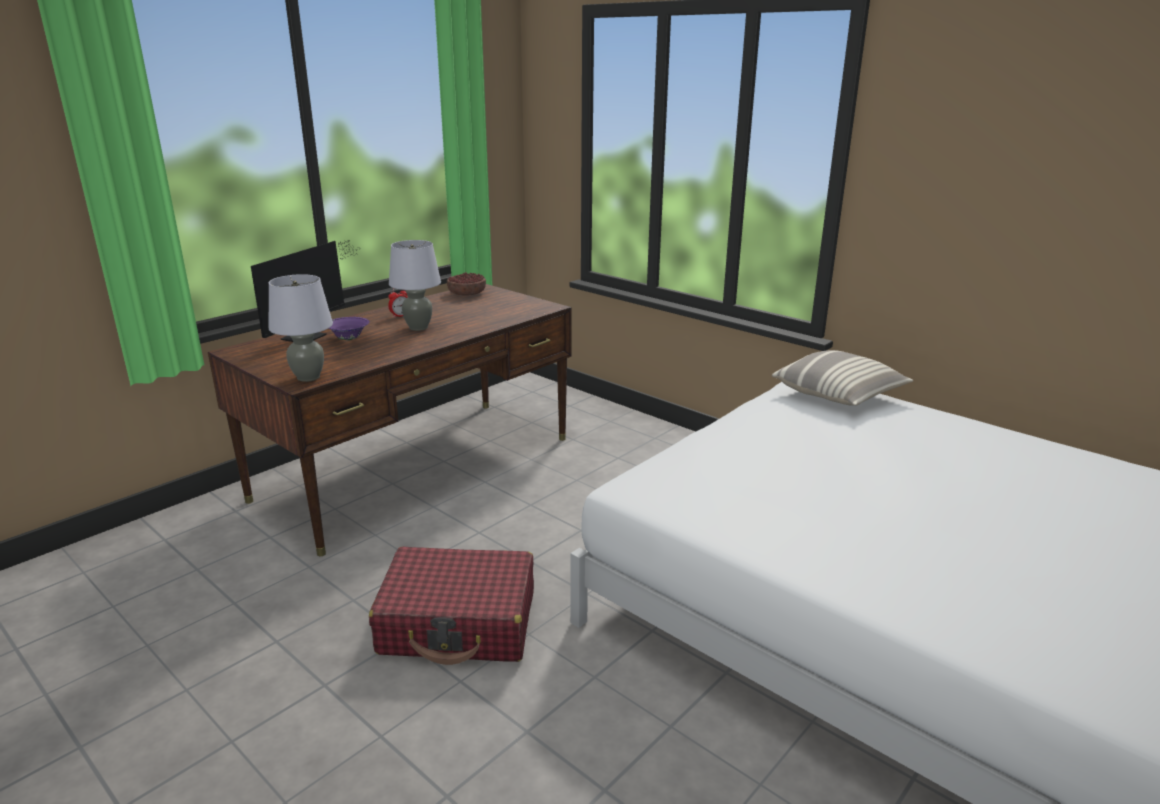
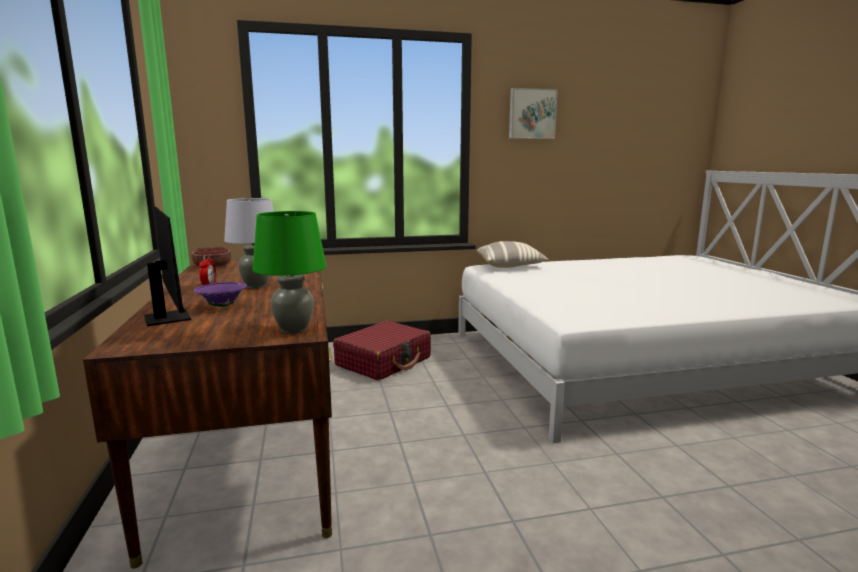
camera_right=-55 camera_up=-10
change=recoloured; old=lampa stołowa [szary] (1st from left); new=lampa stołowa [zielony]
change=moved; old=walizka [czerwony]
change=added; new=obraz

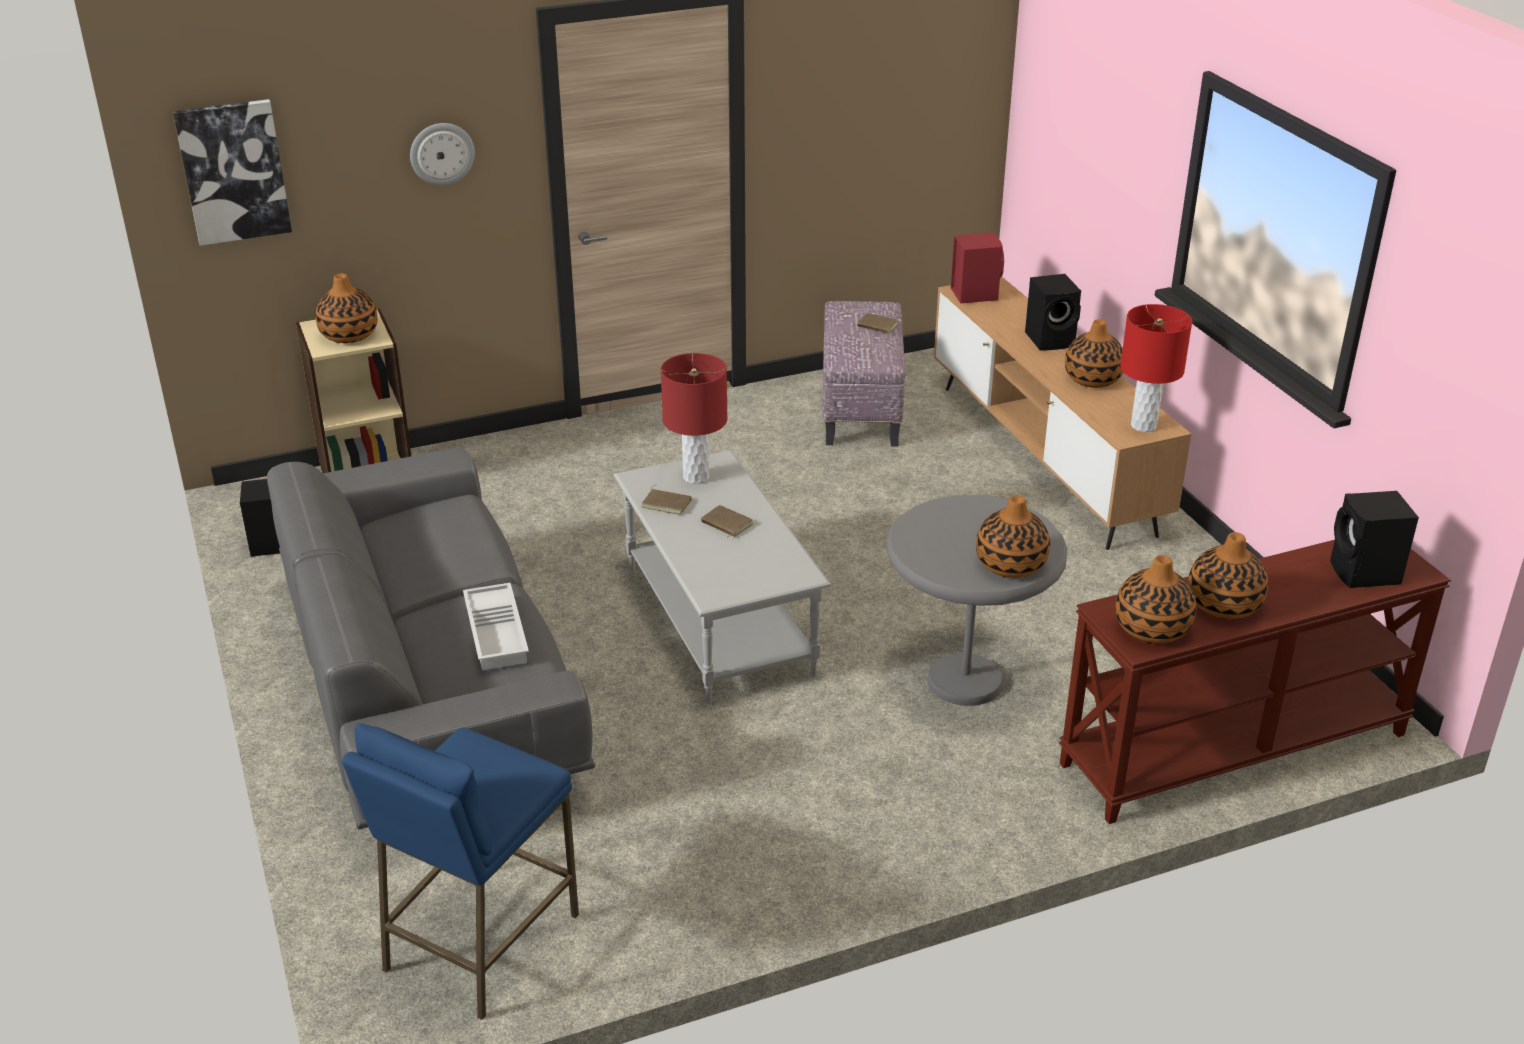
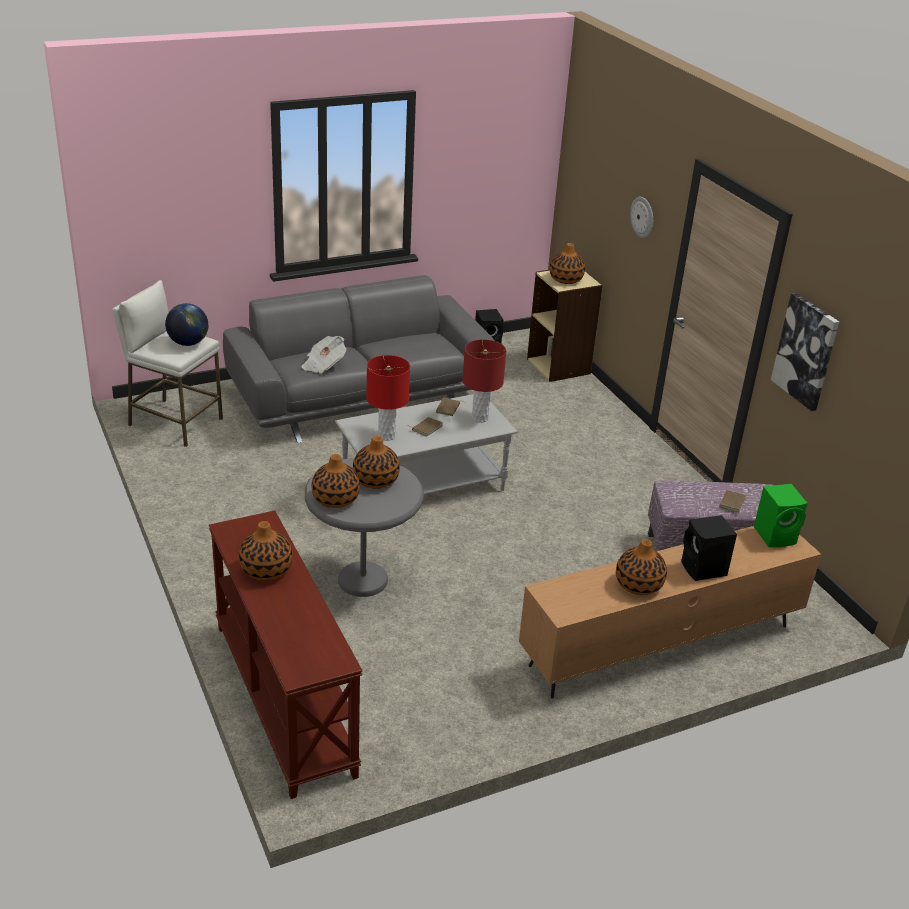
camera_right=85 camera_up=0
change=moved; old=obraz
change=recoloured; old=stołek [niebieski]; new=stołek [biały]
change=replaced; old=taca [biały]; new=gazeta
change=recoloured; old=głośnik [czerwony]; new=głośnik [zielony]
change=moved; old=wazon (4th from left in the first image); new=wazon (3rd from left)
change=moved; old=lampa stołowa [czerwony] (2nd from left in the first image); new=lampa stołowa [czerwony] (1st from left)
change=removed; old=głośnik [czarny] (3rd from left)
change=added; new=globus

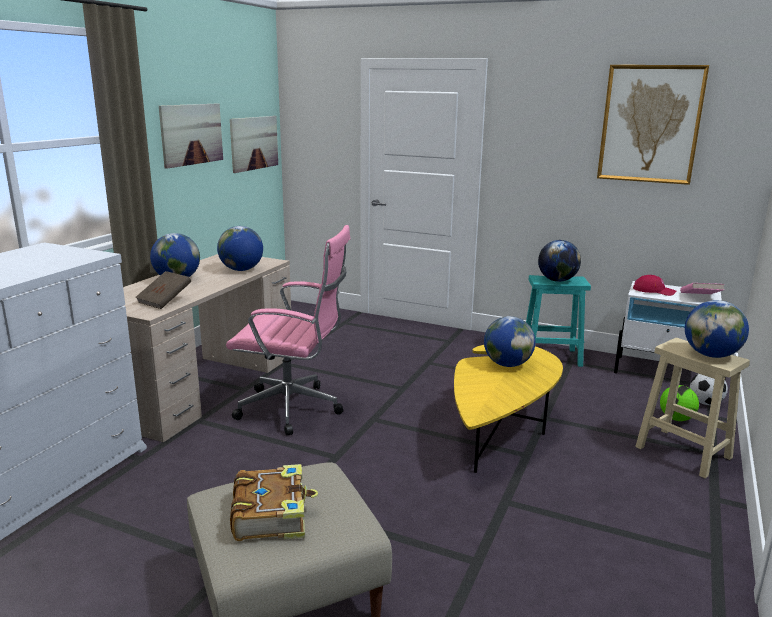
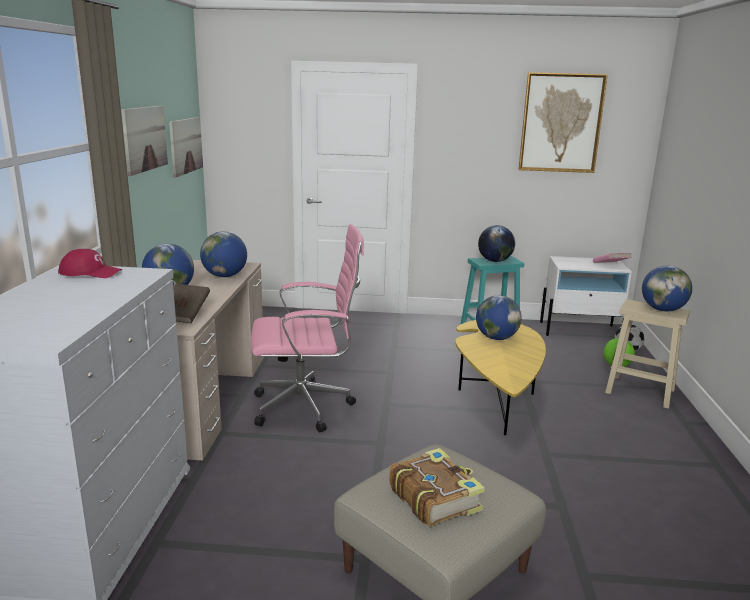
camera_right=-20 camera_up=0
change=moved; old=czapka z daszkiem [czerwony]

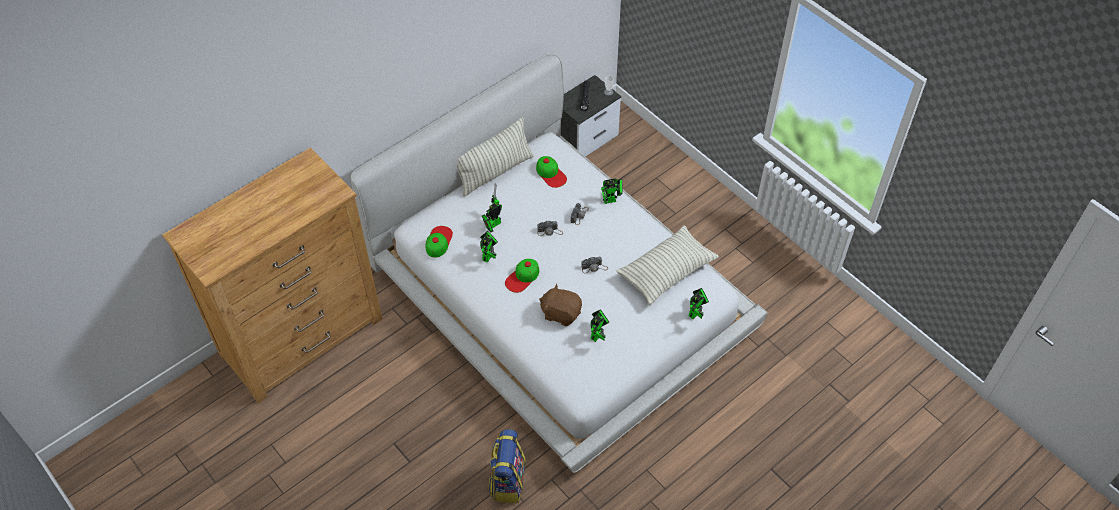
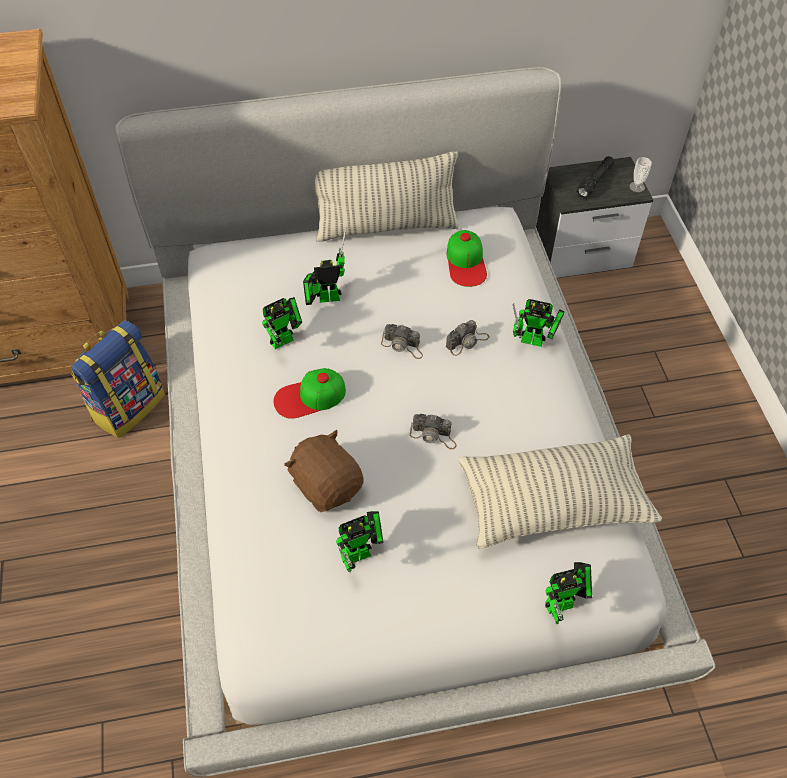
camera_right=30 camera_up=0
change=removed; old=czapka z daszkiem (1st from left)
change=moved; old=plecak

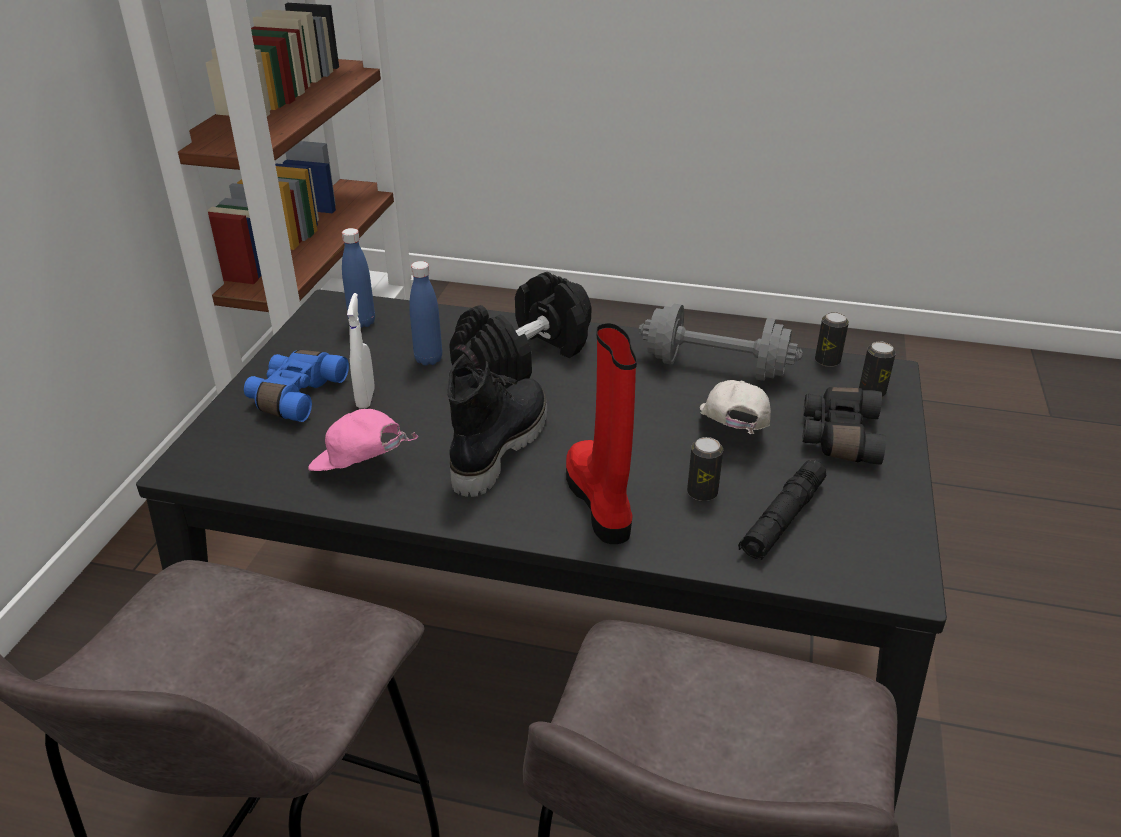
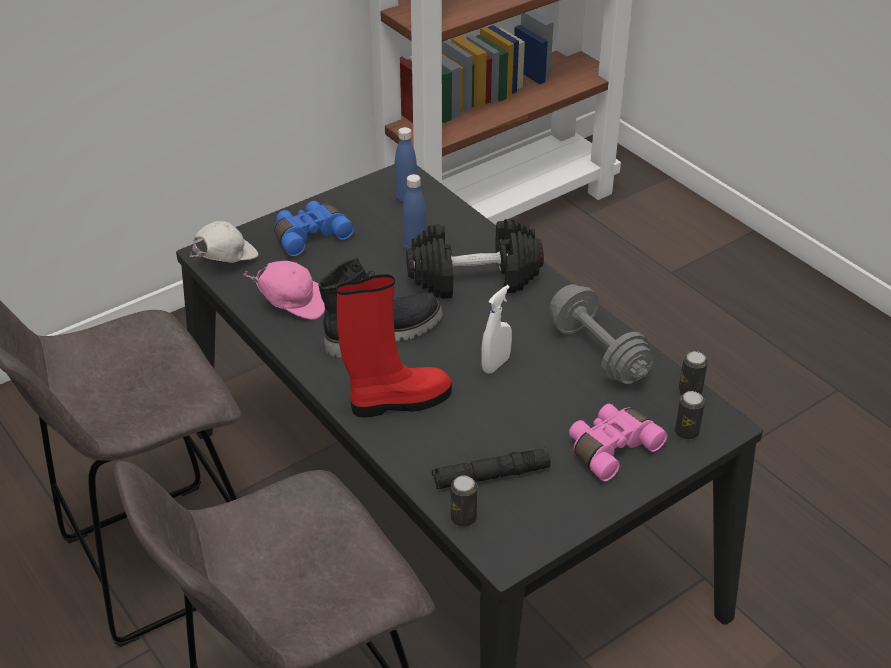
camera_right=40 camera_up=5
change=turned; old=czapka z daszkiem [różowy]; degrees=135
change=moved; old=spryskiwacz [biały]
change=turned; old=but z cholewką [czerwony]; degrees=45
change=moved; old=puszka (1st from left)
change=moved; old=czapka z daszkiem [biały]
change=recoloured; old=lornetka [czarny]; new=lornetka [różowy]

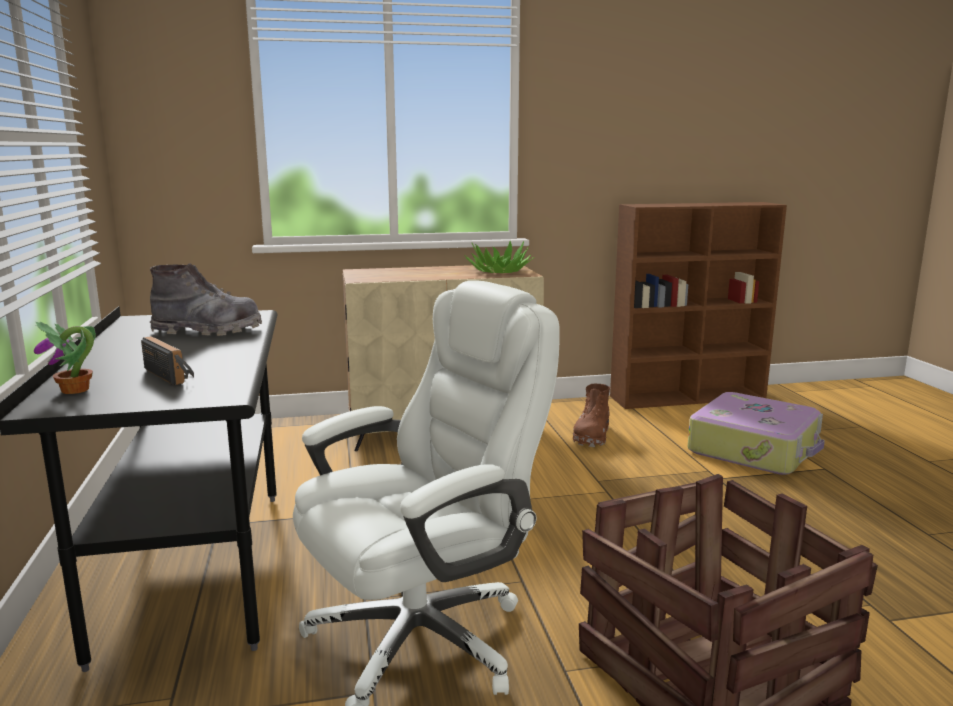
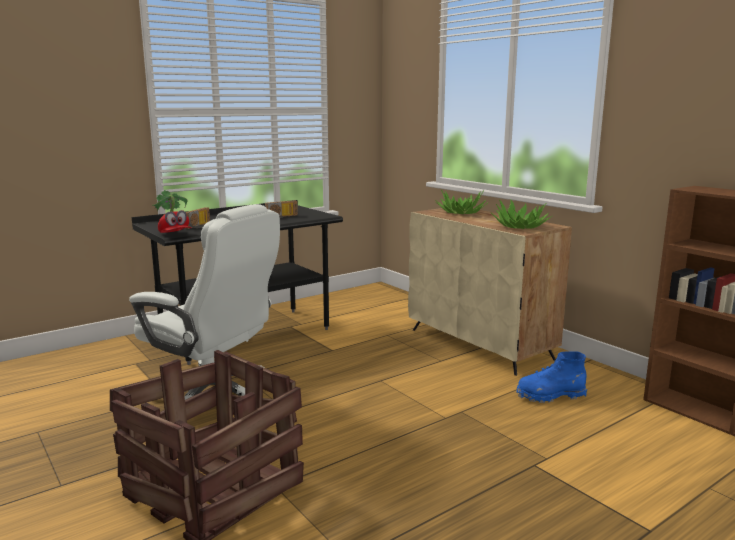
camera_right=65 camera_up=0
change=replaced; old=but z cholewką [szary]; new=radio (2nd from left)
change=recoloured; old=but z cholewką [brązowy]; new=but z cholewką [niebieski]
change=removed; old=walizka
change=added; new=czapka z daszkiem [czerwony]
change=added; new=roślina doniczkowa (2nd from left)

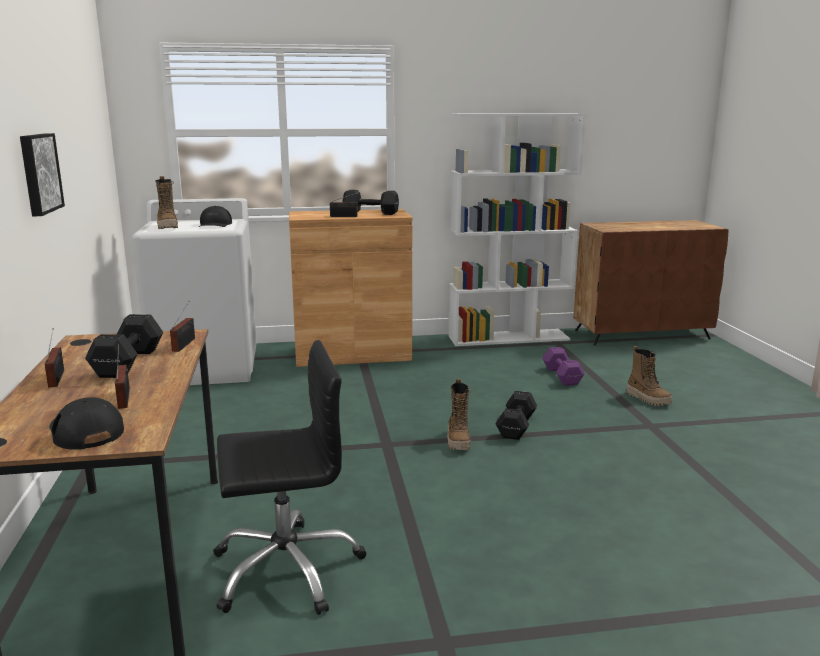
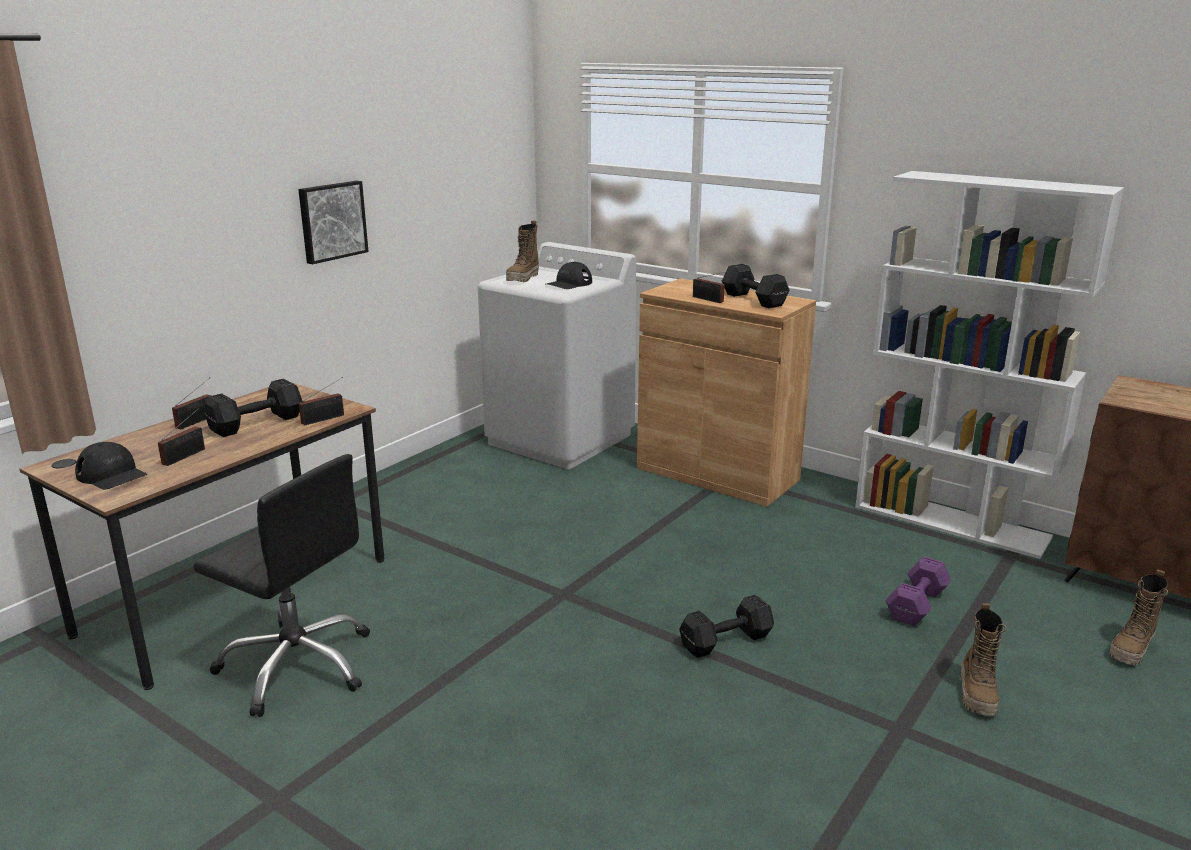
camera_right=45 camera_up=5
change=turned; old=czapka z daszkiem [czarny] (1st from left); degrees=120
change=moved; old=but z cholewką (2nd from left in the first image); new=but z cholewką (3rd from left)

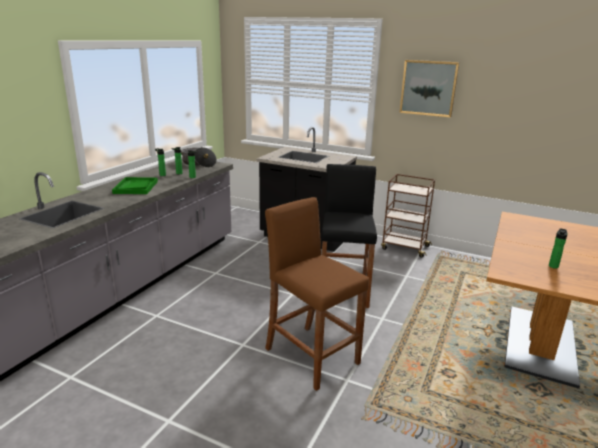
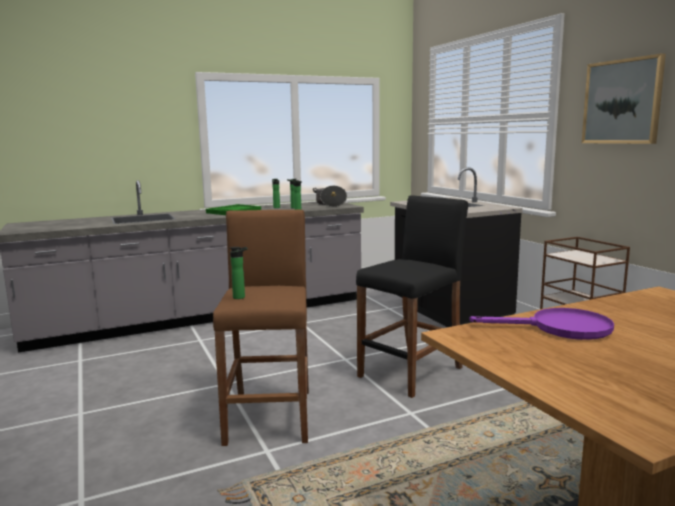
camera_right=40 camera_up=-10
change=moved; old=butelka (4th from left in the first image); new=butelka (1st from left)
change=added; new=patelnia [fioletowy]

